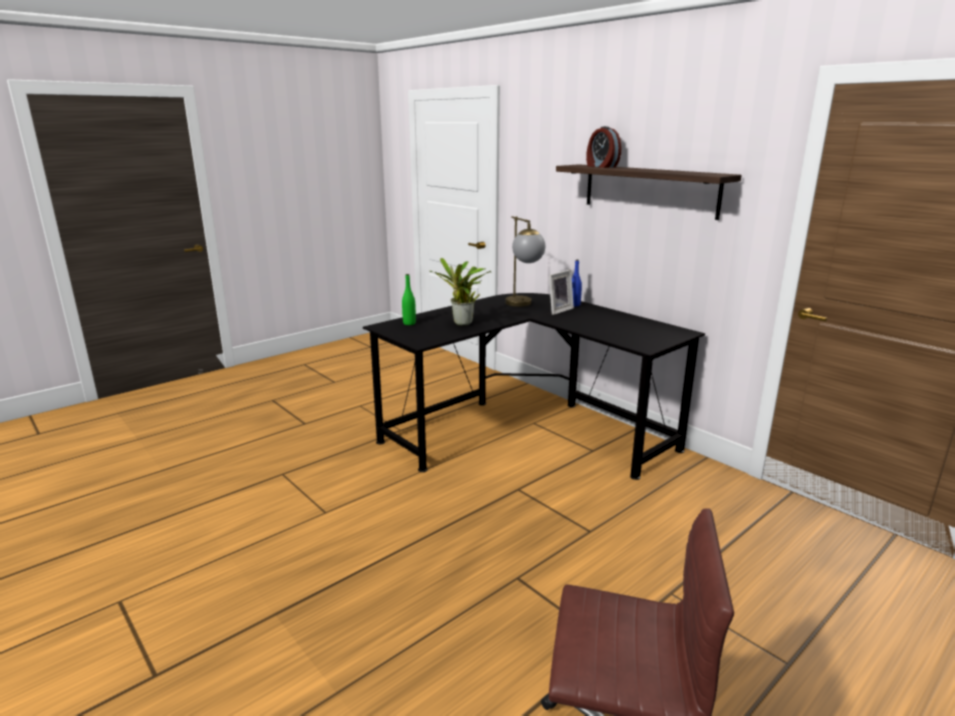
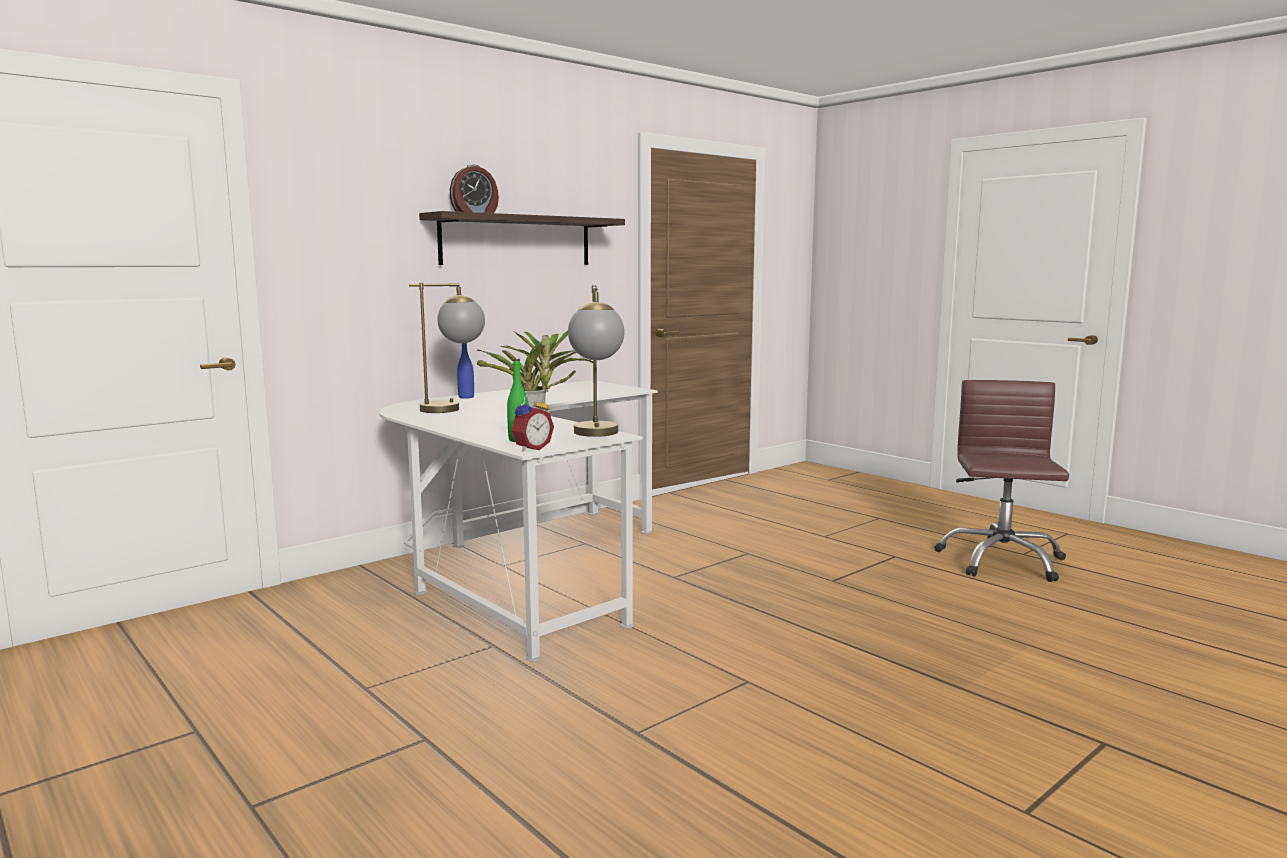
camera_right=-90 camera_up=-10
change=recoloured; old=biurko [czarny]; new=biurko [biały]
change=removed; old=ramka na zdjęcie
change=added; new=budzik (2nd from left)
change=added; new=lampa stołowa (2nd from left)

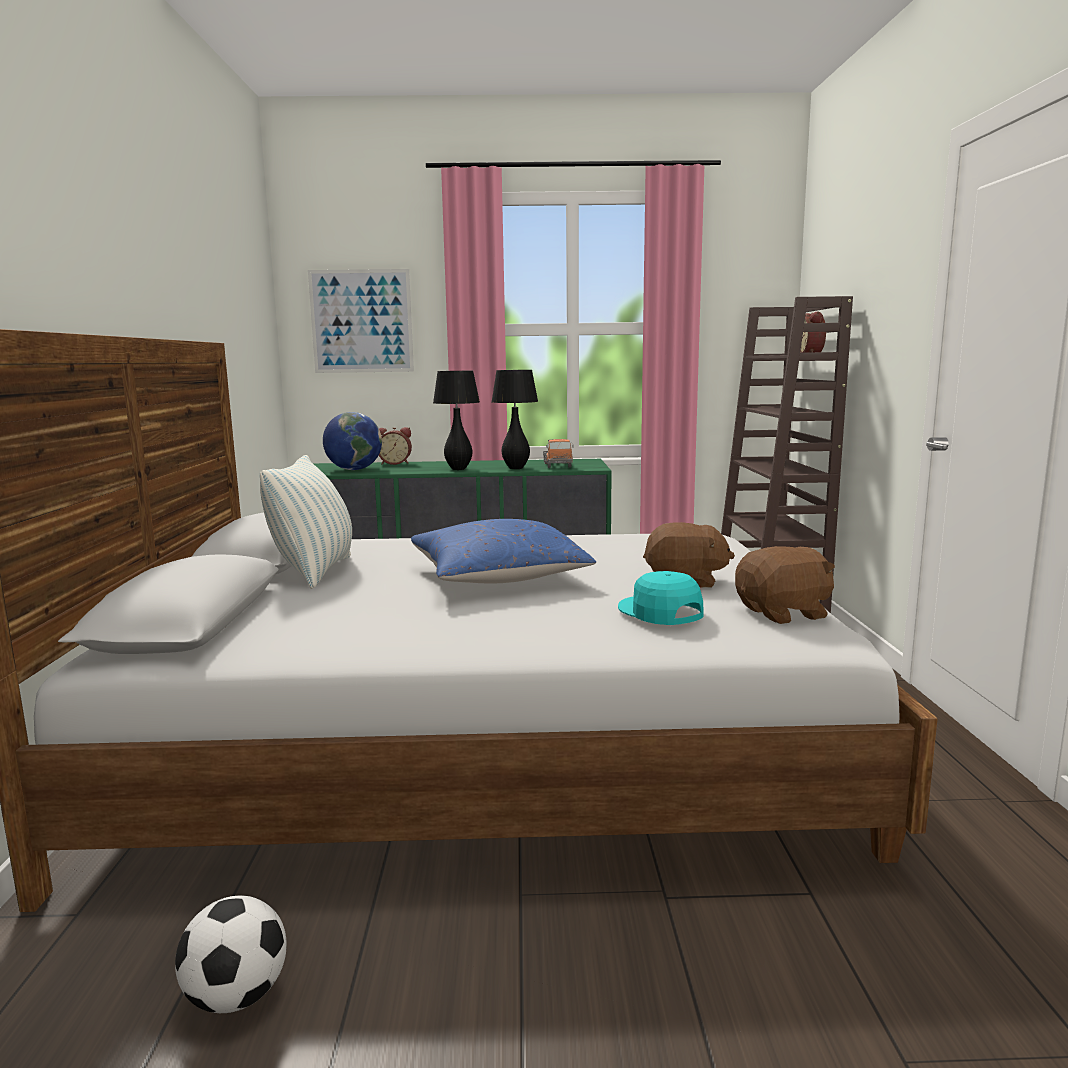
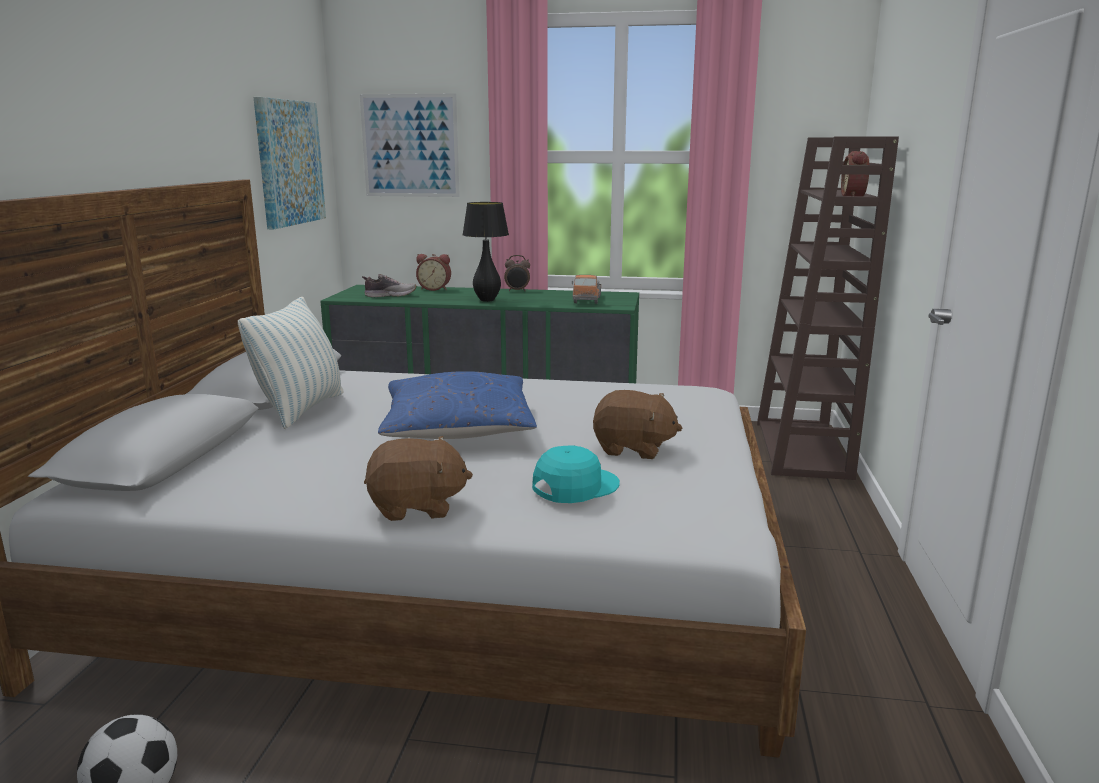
camera_right=10 camera_up=5
change=replaced; old=globus; new=but
change=removed; old=lampa stołowa [czarny] (2nd from left)
change=turned; old=czapka z daszkiem [turkusowy]; degrees=75
change=moved; old=pluszak [brązowy] (2nd from left in the first image); new=pluszak [brązowy] (1st from left)
change=added; new=obraz (1st from left)
change=added; new=budzik (2nd from left)

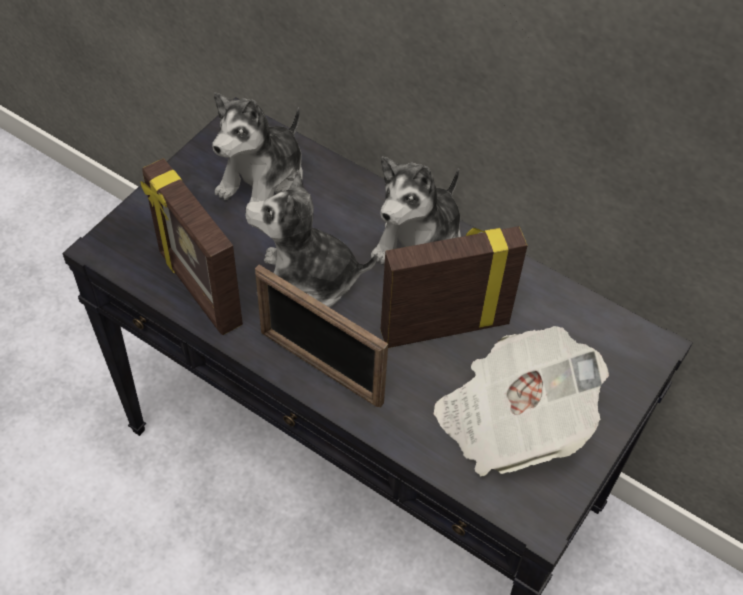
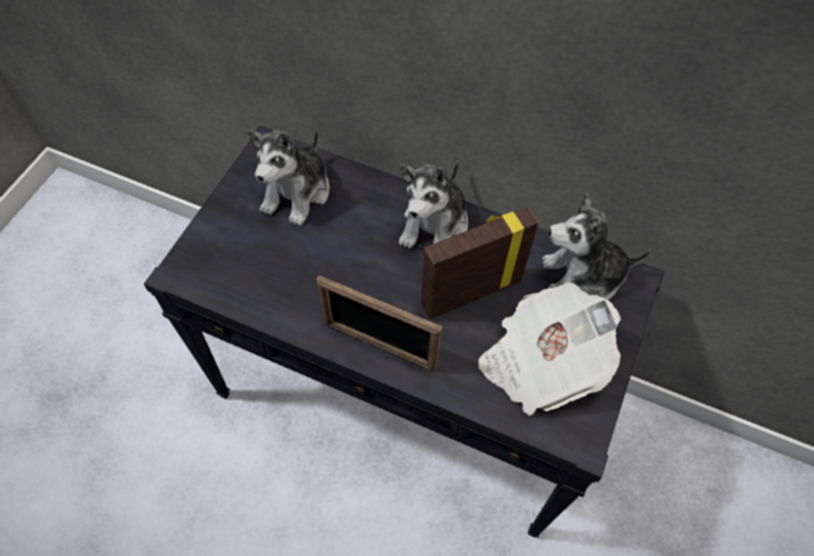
camera_right=-10 camera_up=5
change=removed; old=ramka na zdjęcie (1st from left)
change=moved; old=pluszak (2nd from left in the first image); new=pluszak (3rd from left)

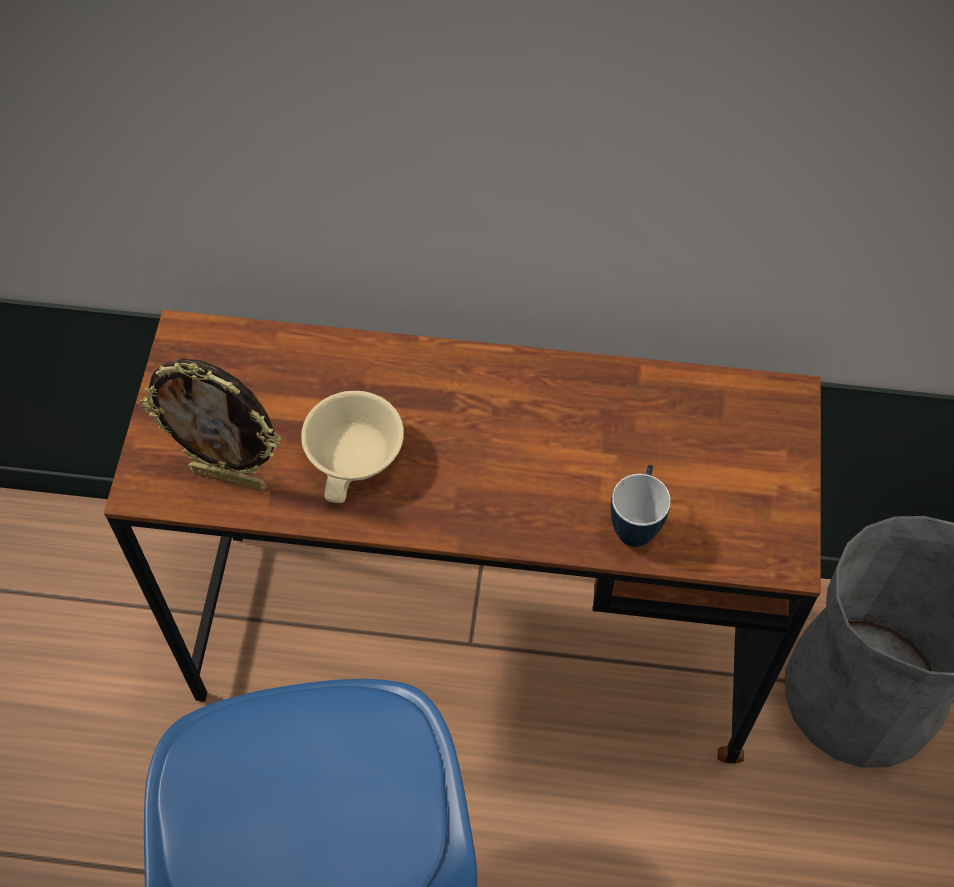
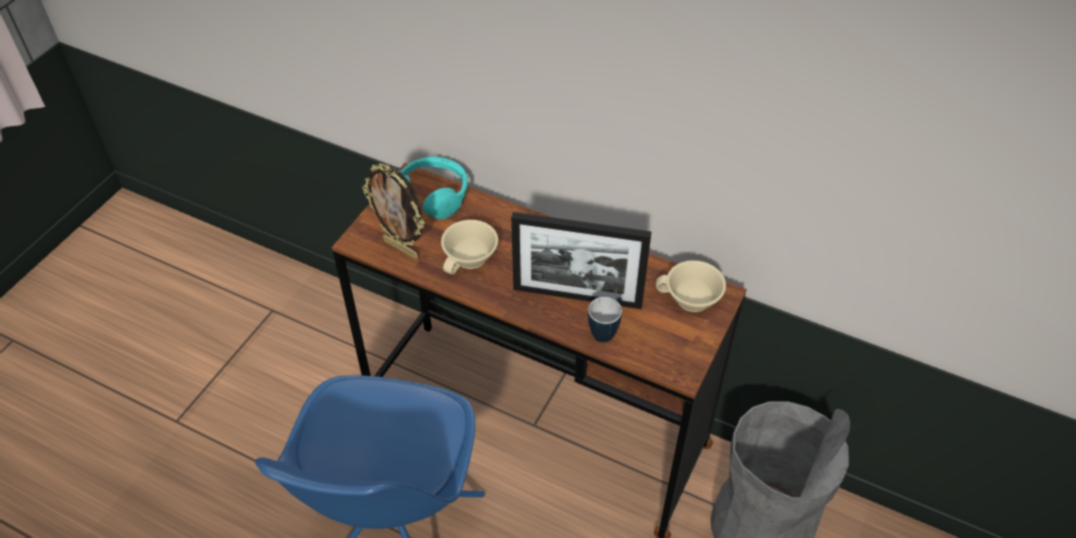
camera_right=20 camera_up=-10
change=added; new=słuchawki [turkusowy]
change=added; new=ramka na zdjęcie (2nd from left)
change=added; new=filiżanka [beżowy] (2nd from left)

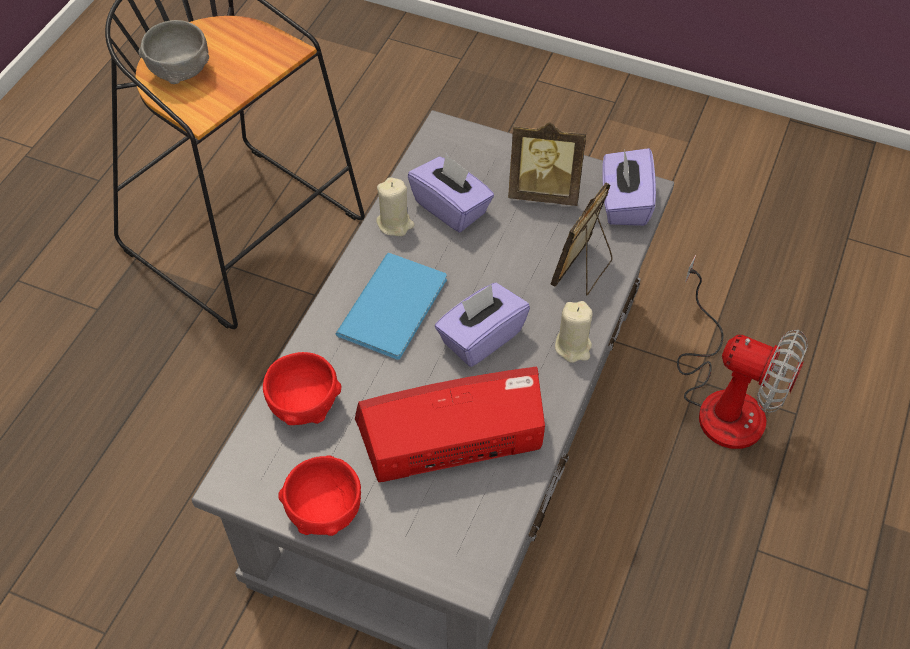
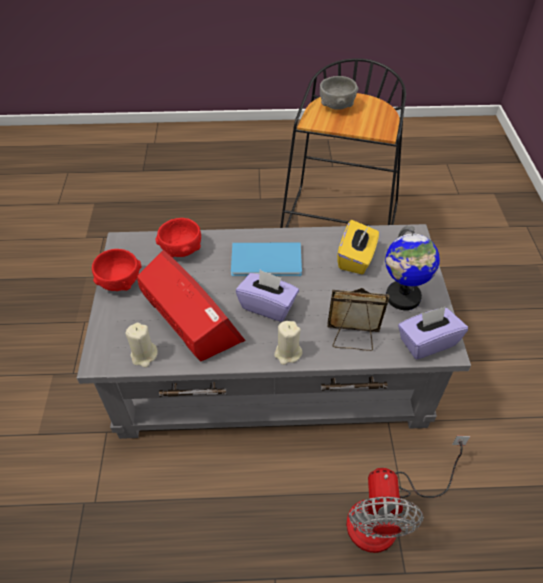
camera_right=65 camera_up=-5
change=moved; old=świeca [beżowy] (1st from left)
change=recoloured; old=pudełko chusteczek [fioletowy] (1st from left); new=pudełko chusteczek [żółty]
change=replaced; old=ramka na zdjęcie (1st from left); new=globus

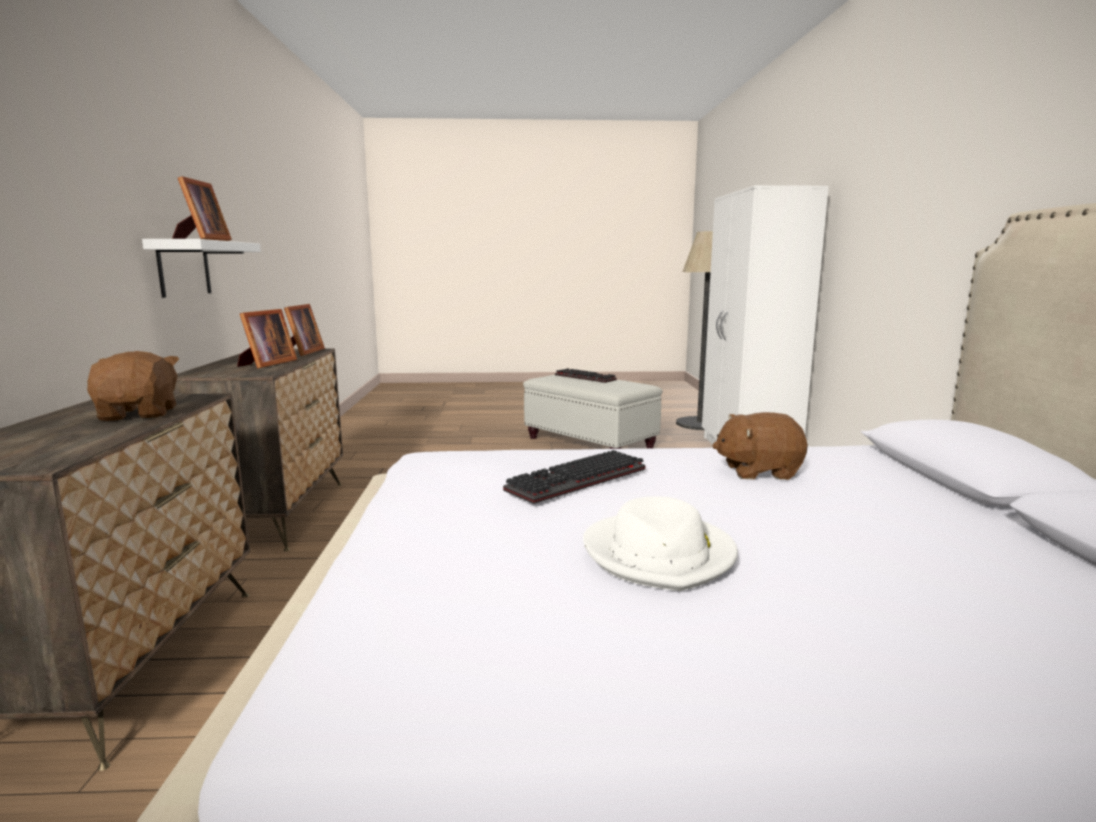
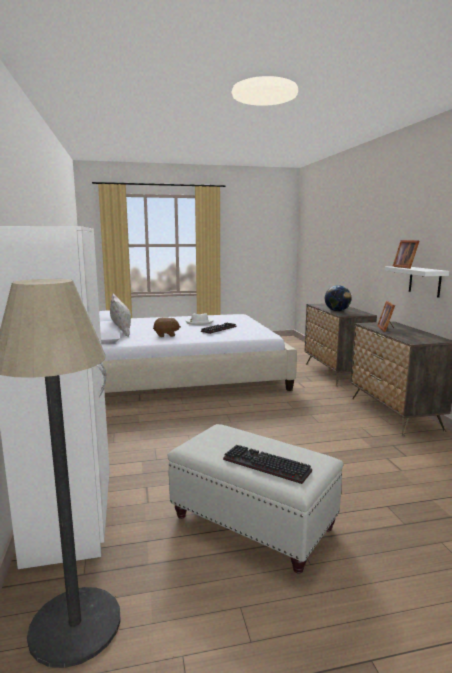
camera_right=170 camera_up=0
change=replaced; old=pluszak [brązowy] (1st from left); new=globus
change=removed; old=ramka na zdjęcie (3rd from left)
change=added; new=poduszka [biały]

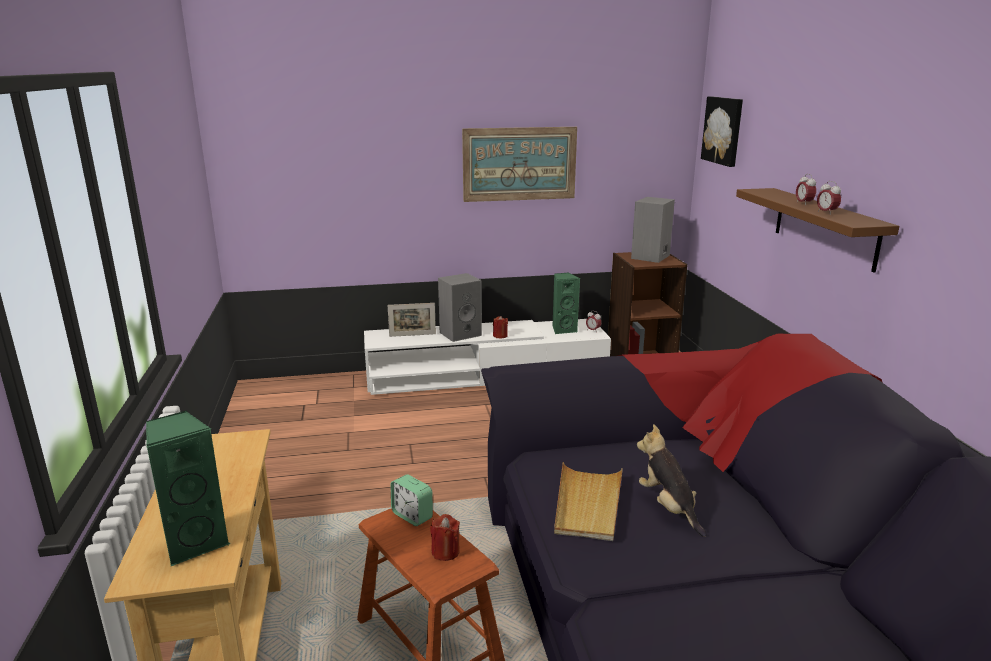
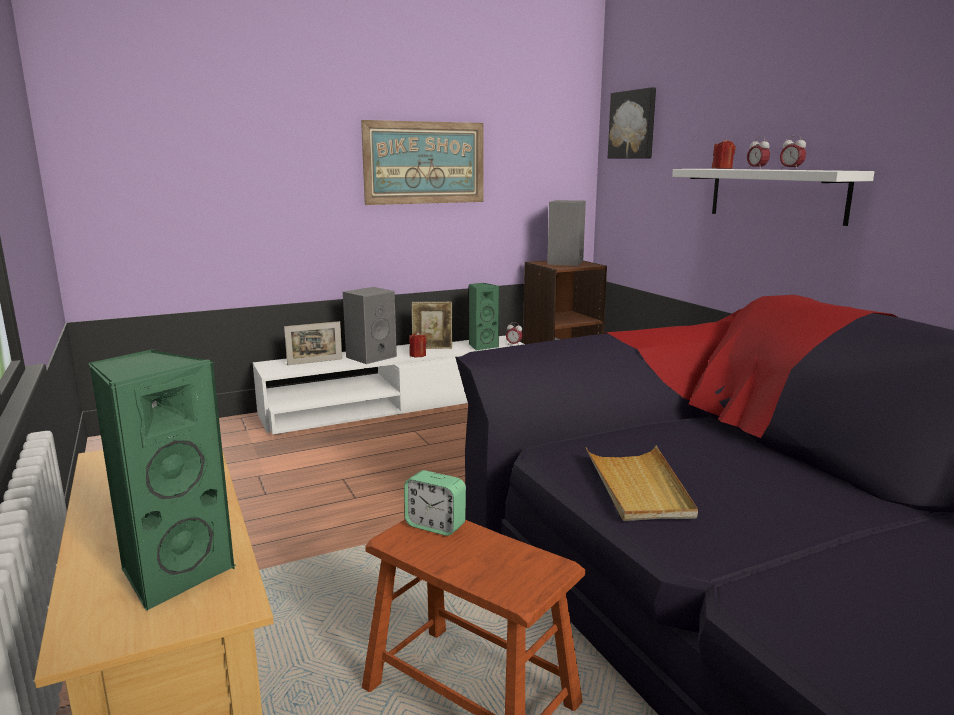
camera_right=-15 camera_up=-5
change=moved; old=świeca [czerwony] (1st from left in the first image); new=świeca [czerwony] (2nd from left)
change=removed; old=pluszak
change=recoloured; old=półka [brązowy]; new=półka [biały]
change=added; new=ramka na zdjęcie (2nd from left)

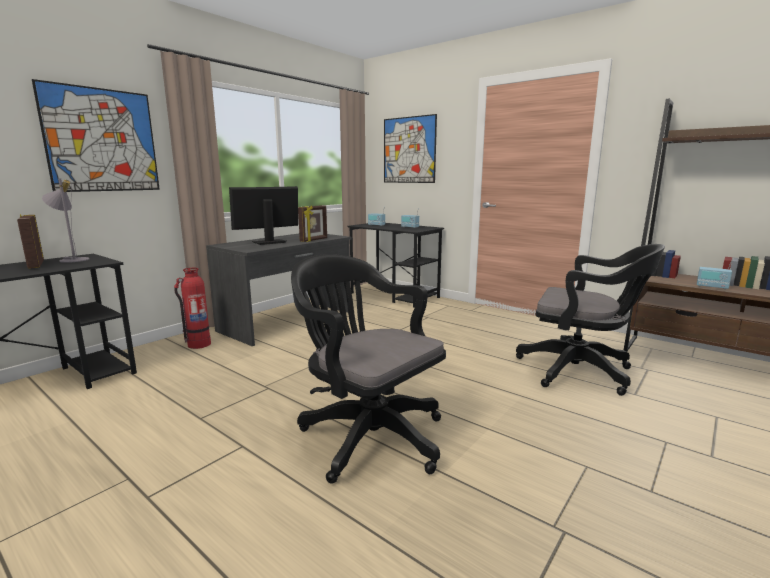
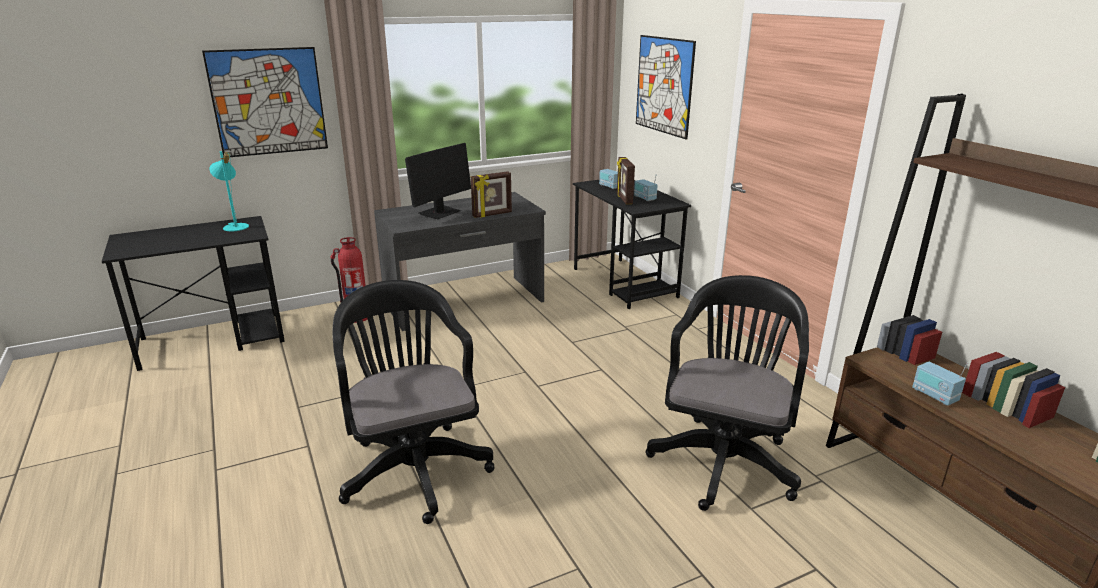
camera_right=25 camera_up=10
change=moved; old=ramka na zdjęcie (1st from left in the first image); new=ramka na zdjęcie (2nd from left)
change=recoloured; old=lampa stołowa [szary]; new=lampa stołowa [turkusowy]
change=turned; old=monitor; degrees=135
change=turned; old=krzesło biurowe [czarny] (2nd from left); degrees=-120

